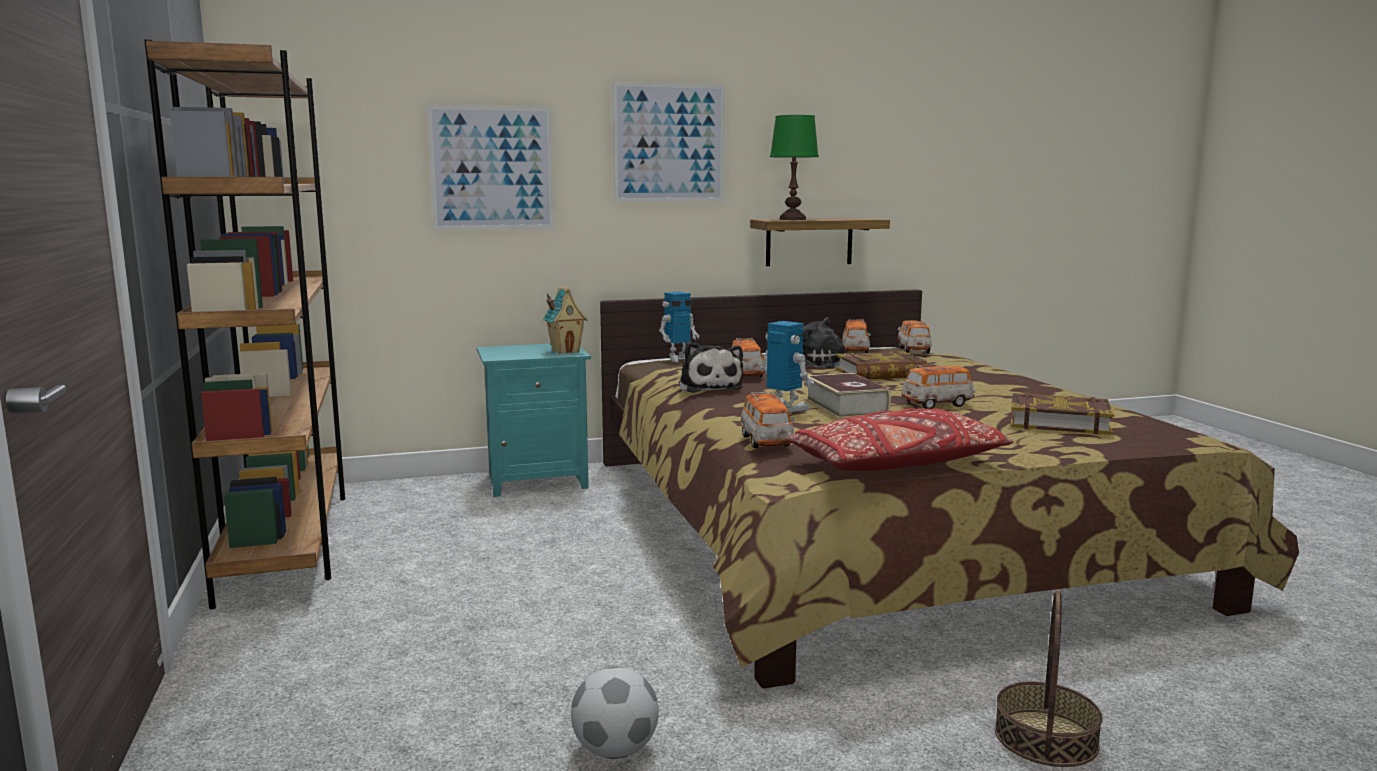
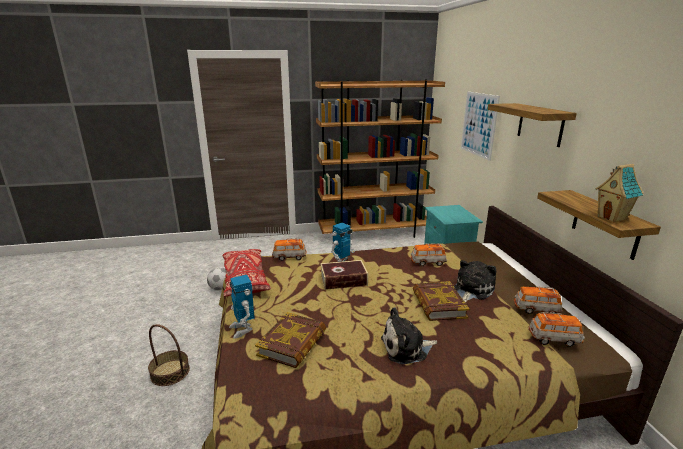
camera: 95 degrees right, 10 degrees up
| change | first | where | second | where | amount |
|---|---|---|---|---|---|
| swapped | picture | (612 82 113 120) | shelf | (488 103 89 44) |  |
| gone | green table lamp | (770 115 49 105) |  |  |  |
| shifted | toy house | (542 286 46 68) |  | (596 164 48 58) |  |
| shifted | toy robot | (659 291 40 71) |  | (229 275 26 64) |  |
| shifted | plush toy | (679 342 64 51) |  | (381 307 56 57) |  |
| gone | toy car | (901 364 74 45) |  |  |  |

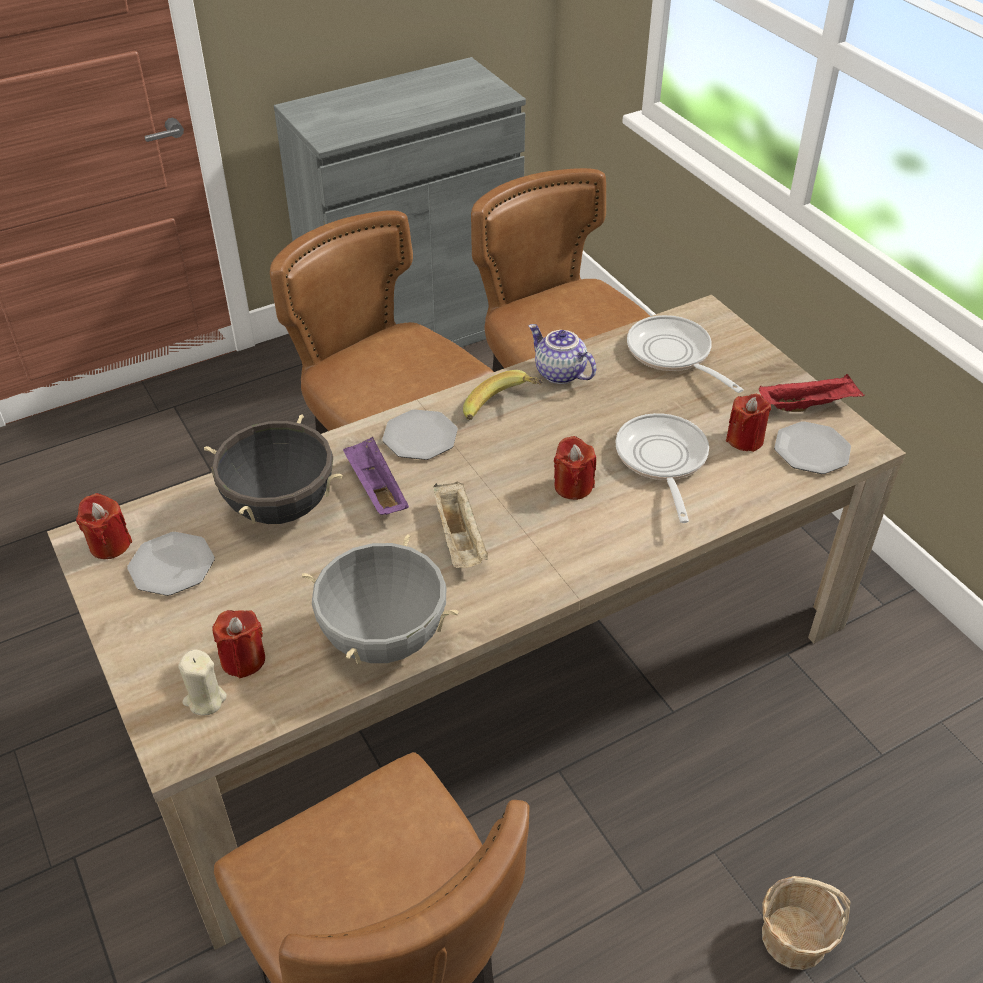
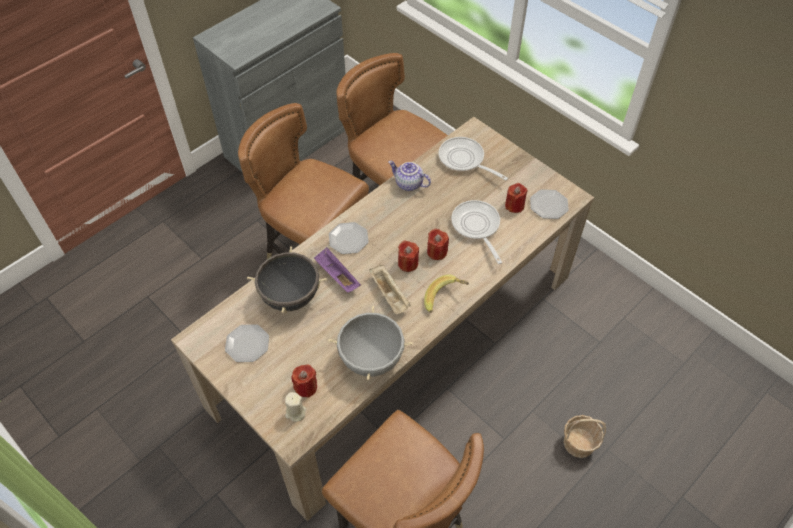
camera: 15 degrees left, 10 degrees up
| change | first | where | second | where | amount |
|---|---|---|---|---|---|
| shifted | banana | (463 370 80 50) |  | (424 274 45 39) |  |
| gone | red tray | (759 374 106 38) |  |  |  |
| shifted | red candle | (76 493 56 66) |  | (398 241 21 31) |  |

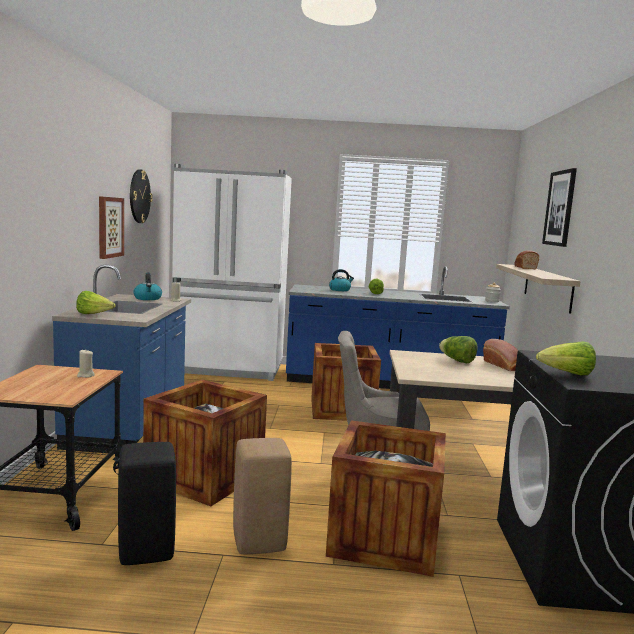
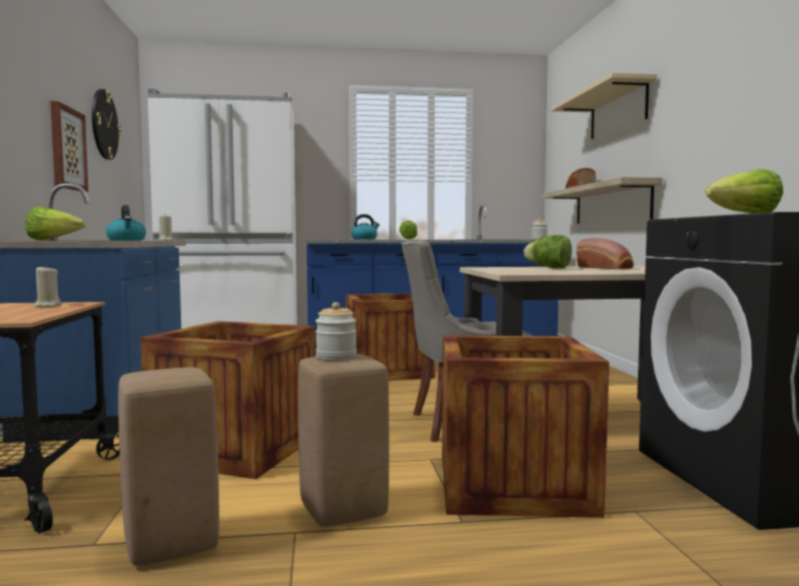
camera: 10 degrees left, 5 degrees down
| change | first | where | second | where | amount |
|---|---|---|---|---|---|
| swapped | picture | (542 168 35 79) | beige shelf | (551 73 106 66) |  |
| repainted | black stool | (118 442 58 123) | beige stool | (118 367 101 199) |  |
| new |  |  | jar | (316 302 41 58) |  |

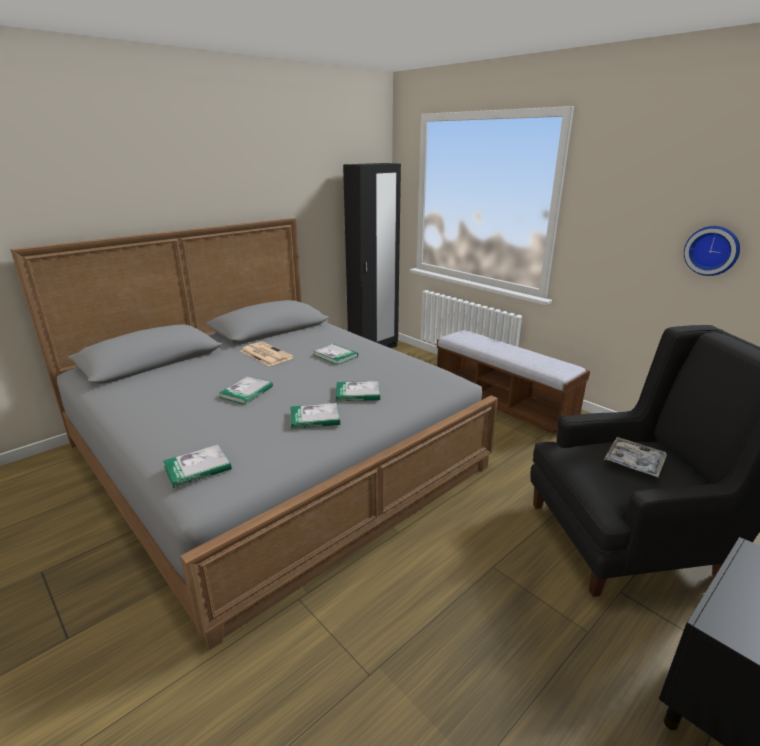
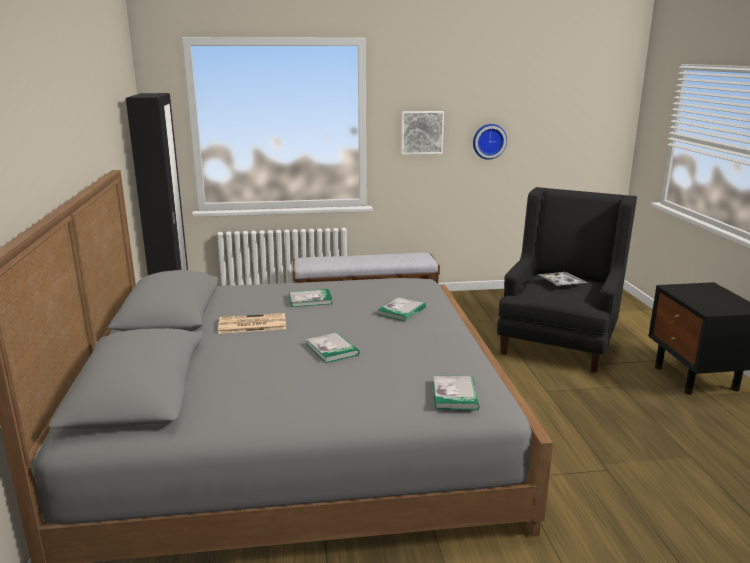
camera: 55 degrees left, 5 degrees down
| change | first | where | second | where | amount |
|---|---|---|---|---|---|
| gone | book | (291 403 49 26) |  |  |  |
| new |  |  | picture | (401 111 43 44) |  |

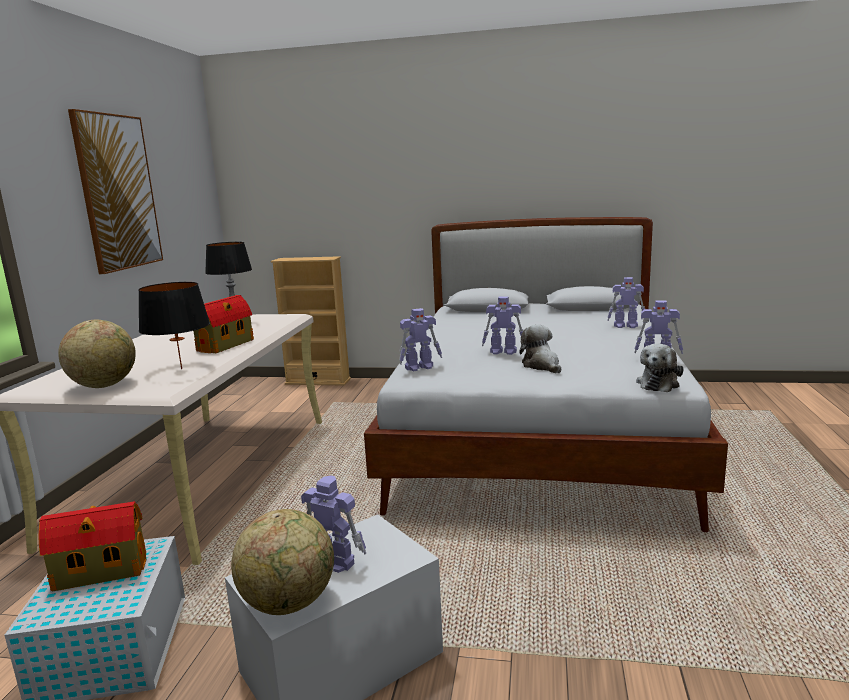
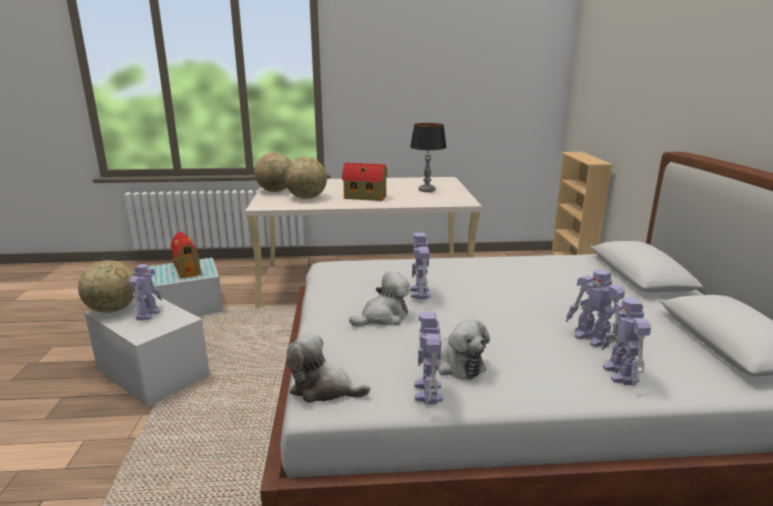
camera: 75 degrees right, 5 degrees up
| change | first | where | second | where | amount |
|---|---|---|---|---|---|
| gone | picture | (68 109 95 165) |  |  |  |
| swapped | black table lamp | (138 282 72 87) | globe | (285 157 42 42) |  |
| shifted | toy robot | (399 308 43 63) |  | (566 269 59 78) |  |
| new |  |  | plush toy | (438 320 52 60) |  |

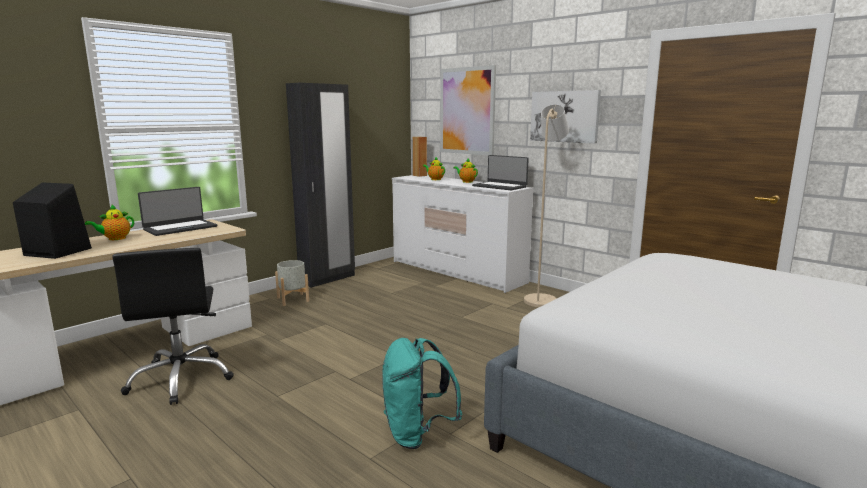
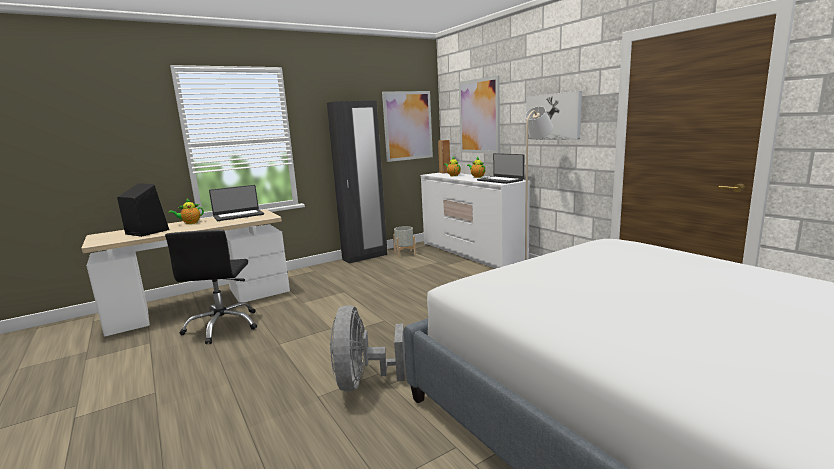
camera: 15 degrees right, 0 degrees up
| change | first | where | second | where | amount |
|---|---|---|---|---|---|
| shifted | grey planter | (275 260 34 46) |  | (393 226 23 32) |  |
| swapped | turquoise backpack | (382 338 80 111) | grey fan | (330 305 75 86) |  |
| new |  |  | picture | (382 91 51 71) |  |

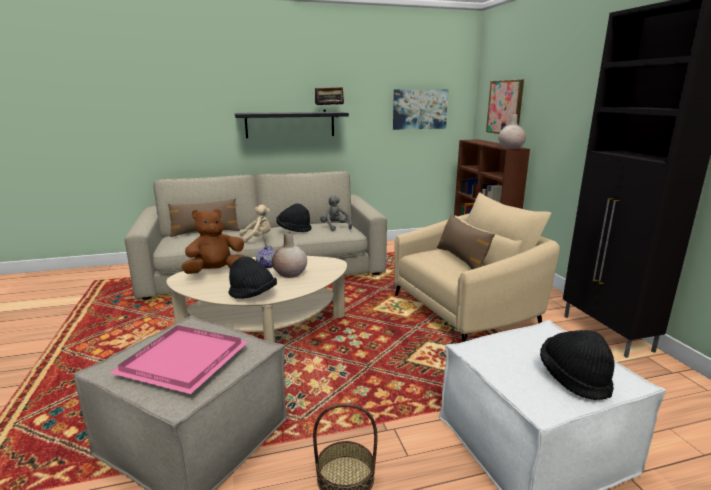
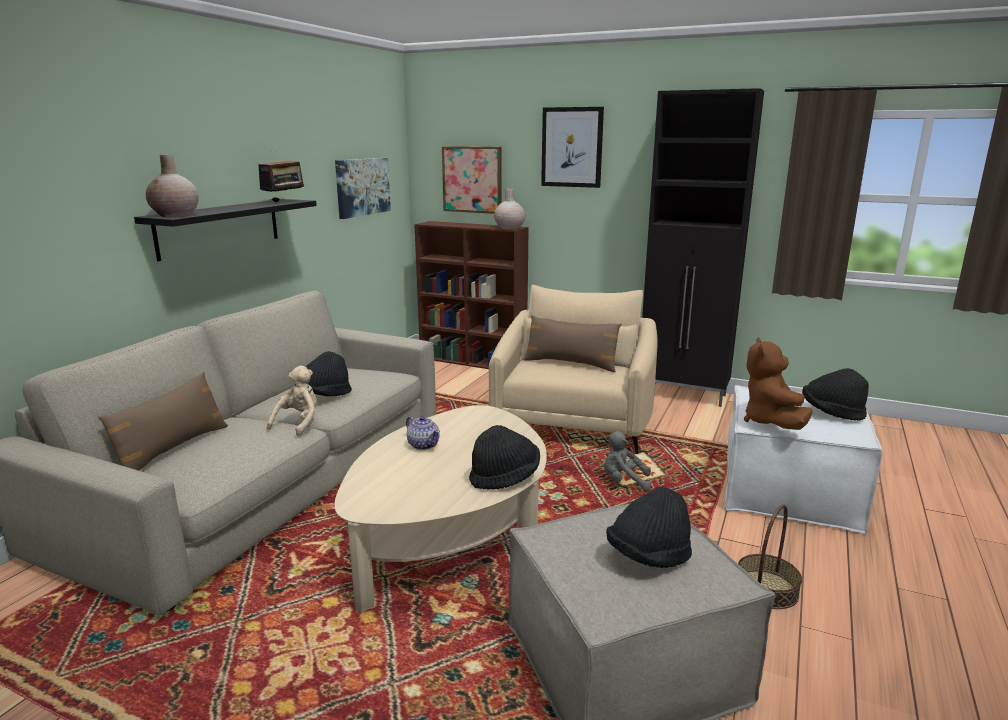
camera: 50 degrees left, 0 degrees up
| change | first | where | second | where | amount |
|---|---|---|---|---|---|
| shifted | grey plush toy | (320 195 32 36) |  | (604 431 47 60) |  |
| shifted | brown plush toy | (181 209 65 65) |  | (744 337 68 93) |  |
| shifted | beige vase | (272 232 35 46) |  | (146 154 53 63) |  |
| swapped | pink tray | (110 325 138 69) | black hat | (606 487 86 81) |  |
| new |  |  | picture | (541 107 63 81) |  |

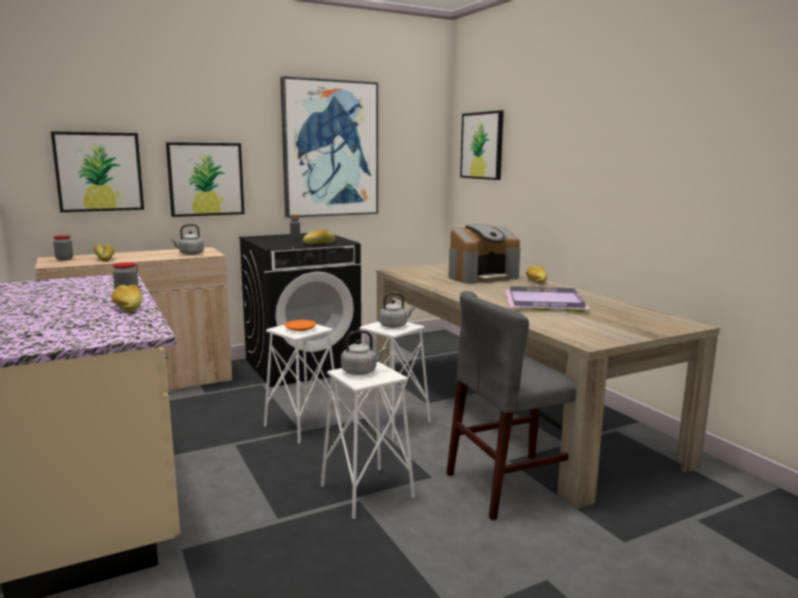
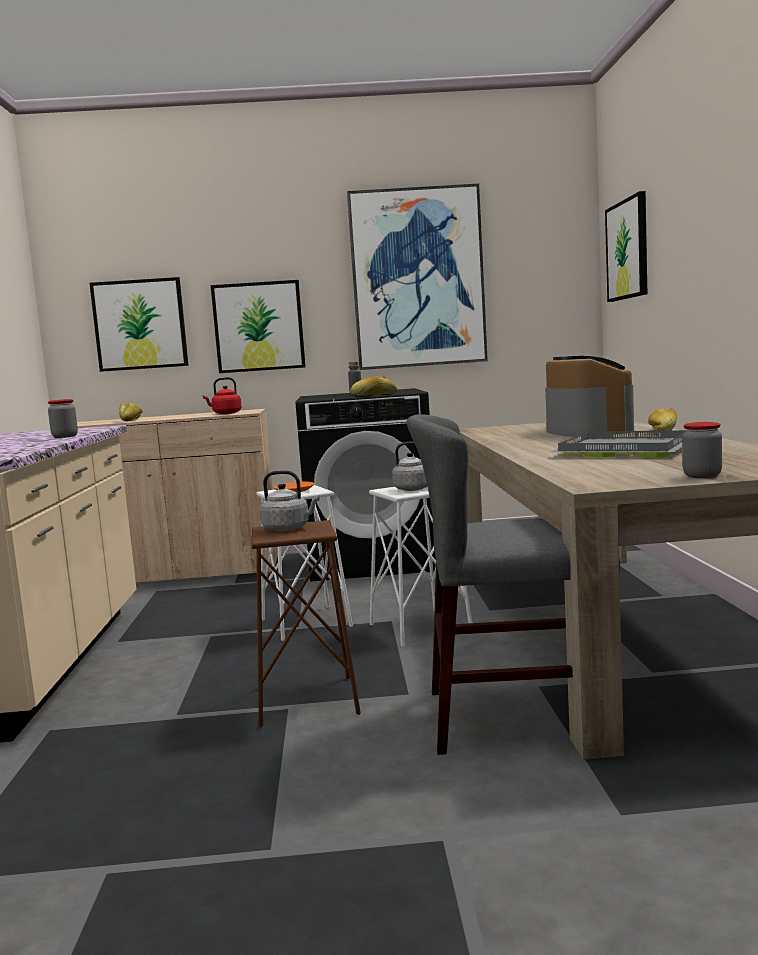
camera: 25 degrees right, 5 degrees down
| change | first | where | second | where | amount |
|---|---|---|---|---|---|
| repainted | grey kettle | (171 224 33 31) | red kettle | (203 377 39 37) |  |
| rotated | coffee machine | (448 225 72 59) |  | (545 356 89 80) | 90 degrees counterclockwise |
| shifted | jar | (53 235 20 26) |  | (682 422 40 56) |  |
| gone | bread | (111 285 31 27) |  |  |  |
| repainted | purple tray | (506 286 85 26) | grey tray | (551 430 136 27) |  |
| repainted | white stool | (321 362 94 157) | brown stool | (251 520 110 207) |  |

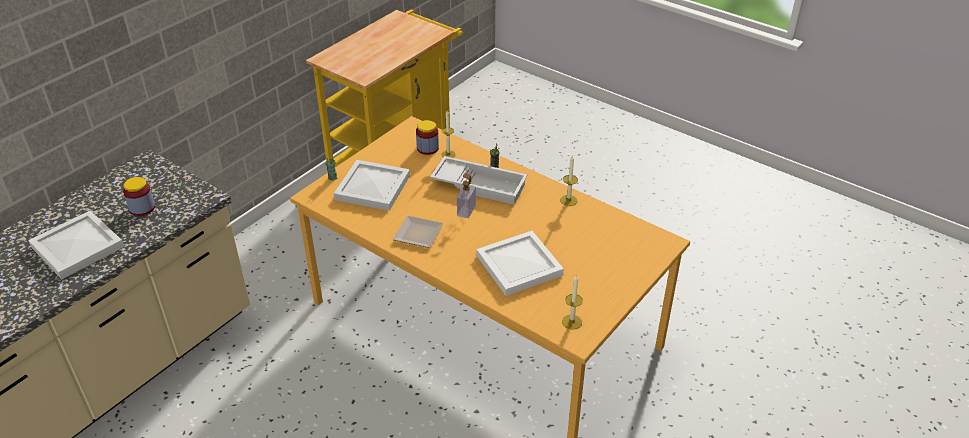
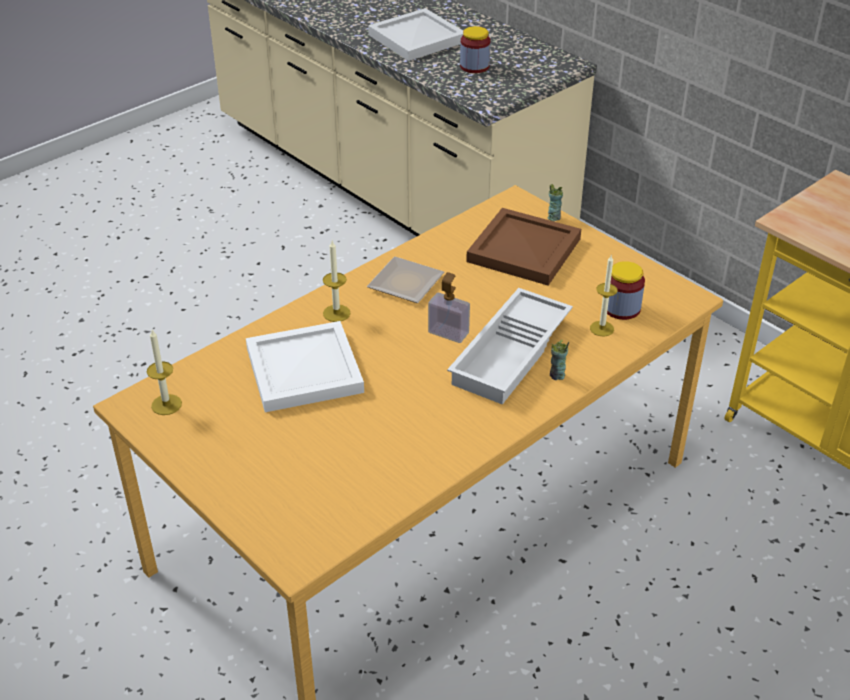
camera: 100 degrees right, 0 degrees up
| change | first | where | second | where | amount |
|---|---|---|---|---|---|
| shifted | candle | (560 155 18 51) |  | (323 241 28 81) |  |
| repainted | white tray | (334 160 76 51) | brown tray | (466 208 115 77) |  |

